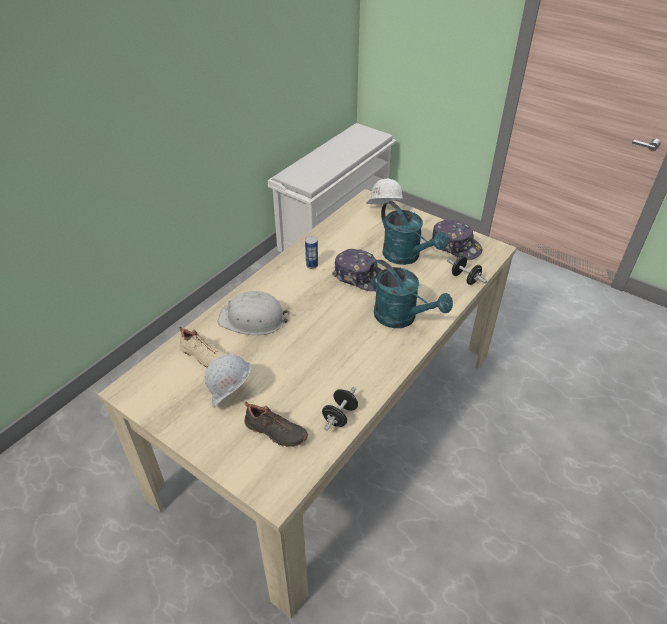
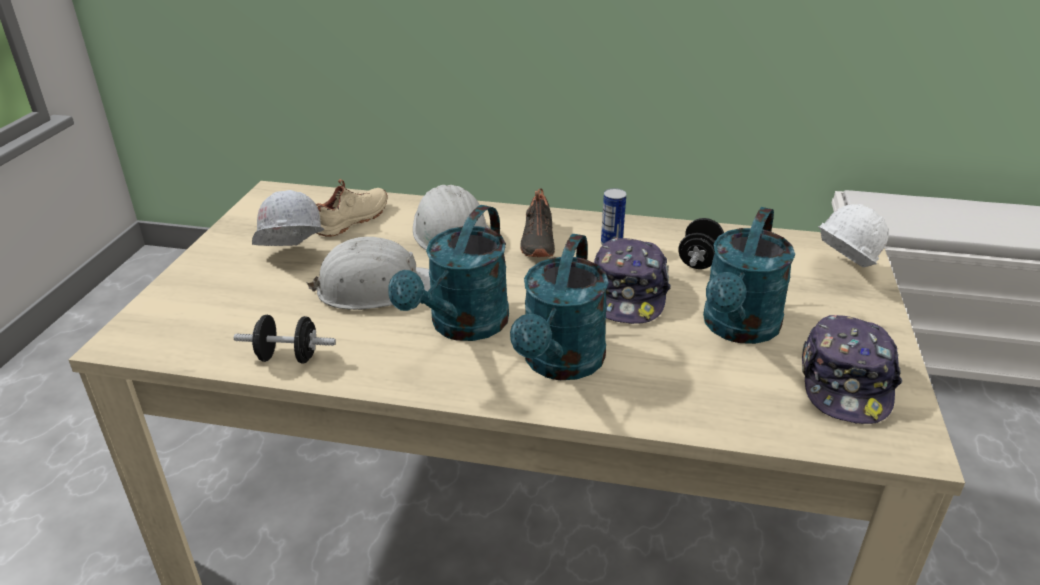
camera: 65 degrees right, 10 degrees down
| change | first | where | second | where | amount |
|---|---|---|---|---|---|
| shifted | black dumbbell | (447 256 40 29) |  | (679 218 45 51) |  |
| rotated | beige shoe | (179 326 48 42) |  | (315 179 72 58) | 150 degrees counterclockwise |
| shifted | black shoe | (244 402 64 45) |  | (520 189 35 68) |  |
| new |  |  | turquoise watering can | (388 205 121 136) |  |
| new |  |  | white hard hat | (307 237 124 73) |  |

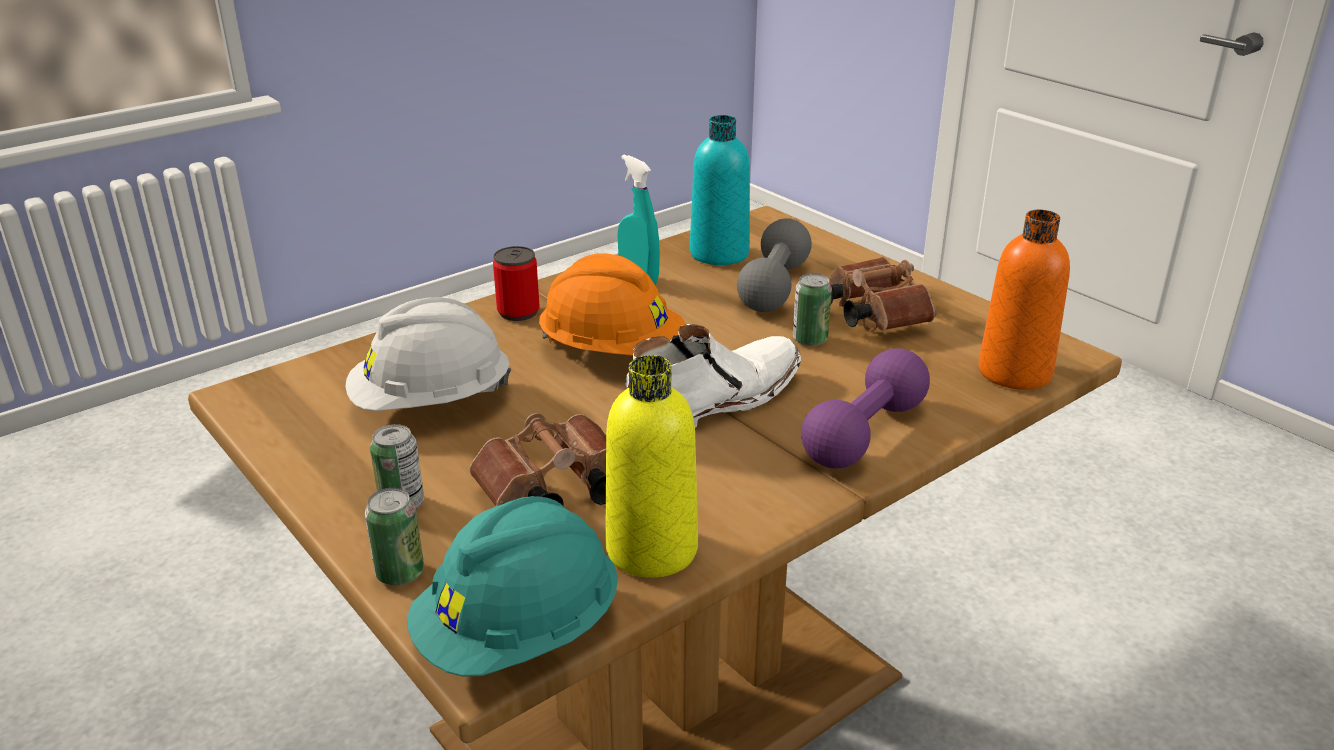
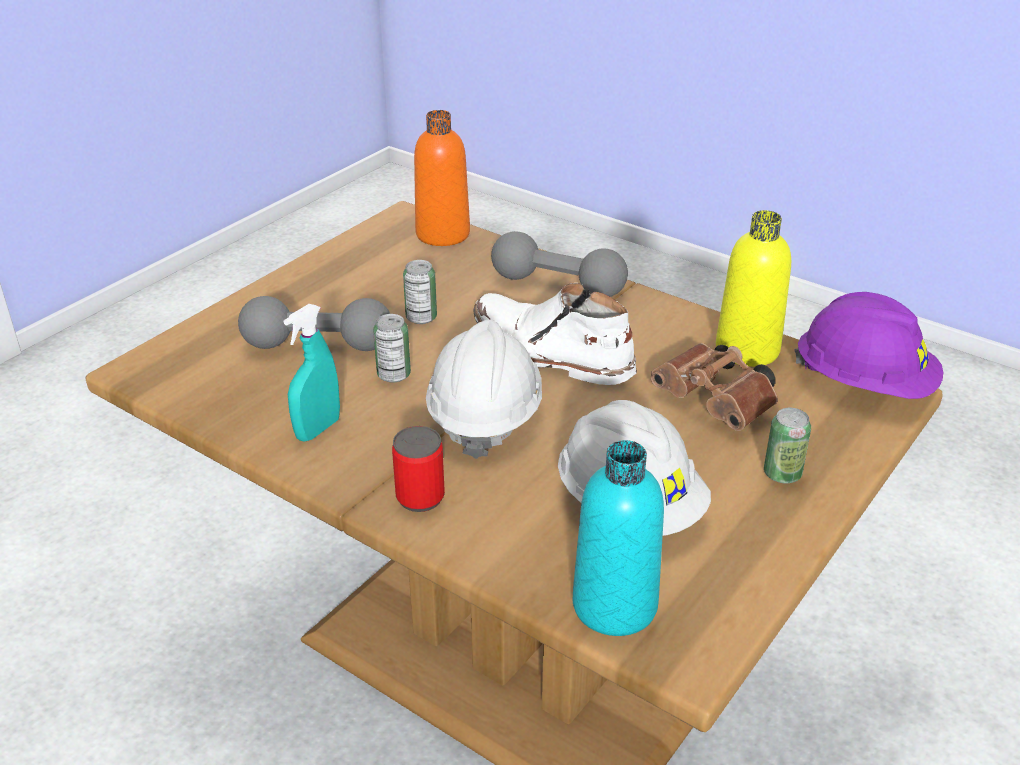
camera: 105 degrees left, 5 degrees up
| change | first | where | second | where | amount |
|---|---|---|---|---|---|
| shifted | turquoise bottle | (690 115 60 150) |  | (573 440 91 196) |  |
| repainted | orange hard hat | (539 253 147 103) | white hard hat | (426 319 116 140) |  |
| gone | brown binoculars | (829 257 107 75) |  |  |  |
| repainted | purple dumbbell | (801 348 129 121) | grey dumbbell | (491 231 137 66) |  |
| shifted | can | (365 488 59 97) |  | (373 314 38 69) |  |
| repainted | turquoise hard hat | (407 496 211 181) | purple hard hat | (794 292 150 107) |  |

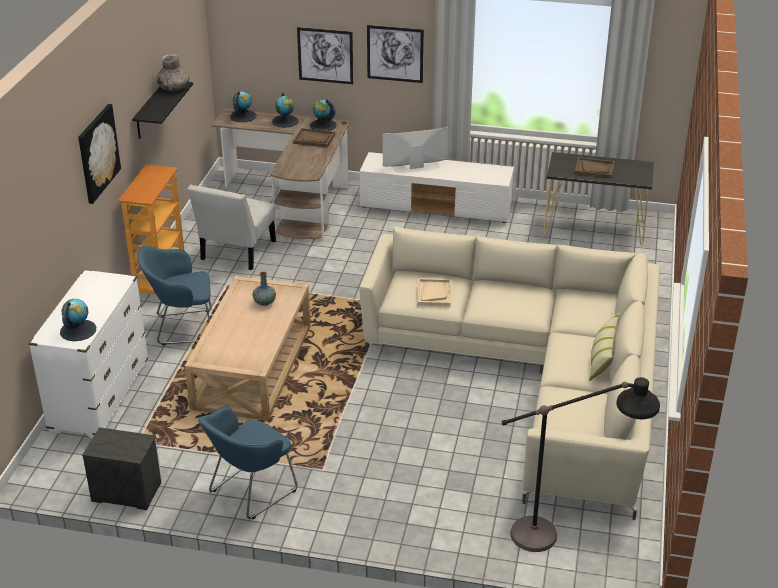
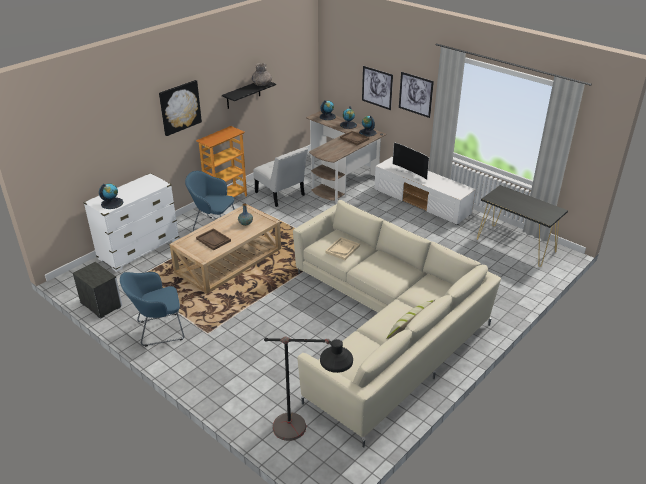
camera: 30 degrees right, 0 degrees up
| change | first | where | second | where | amount |
|---|---|---|---|---|---|
| rotated | television | (383 127 66 46) |  | (393 142 36 39) | 150 degrees counterclockwise |
| shifted | brown tray | (575 157 40 21) |  | (196 228 35 22) |  |
| rotated | white chair | (188 185 88 85) |  | (253 147 55 60) | 90 degrees counterclockwise |

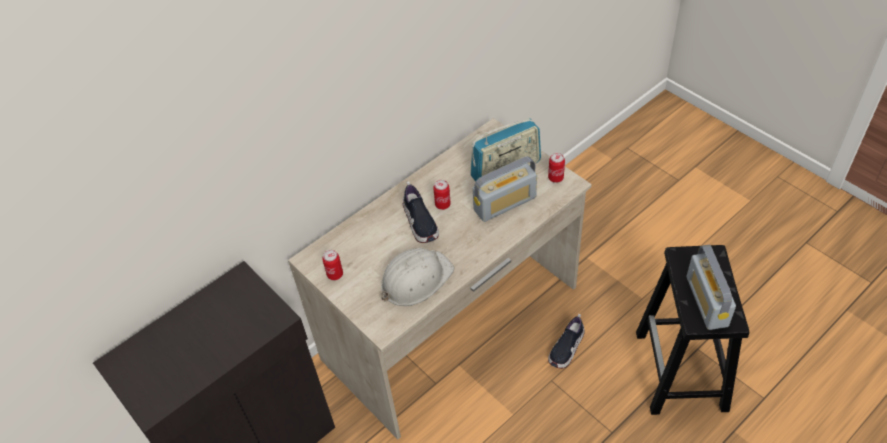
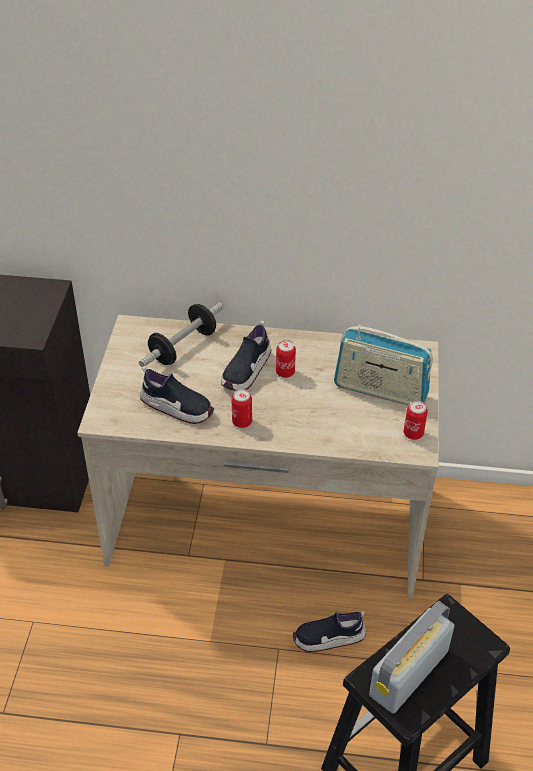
camera: 45 degrees right, 5 degrees down
| change | first | where | second | where | amount |
|---|---|---|---|---|---|
| gone | radio | (473 156 64 66) |  |  |  |
| swapped | white hard hat | (381 248 73 58) | shoe | (140 366 74 58) |  |
| shifted | can | (322 250 21 30) |  | (231 389 21 39) |  |
| new |  |  | dumbbell | (139 303 85 65) |  |

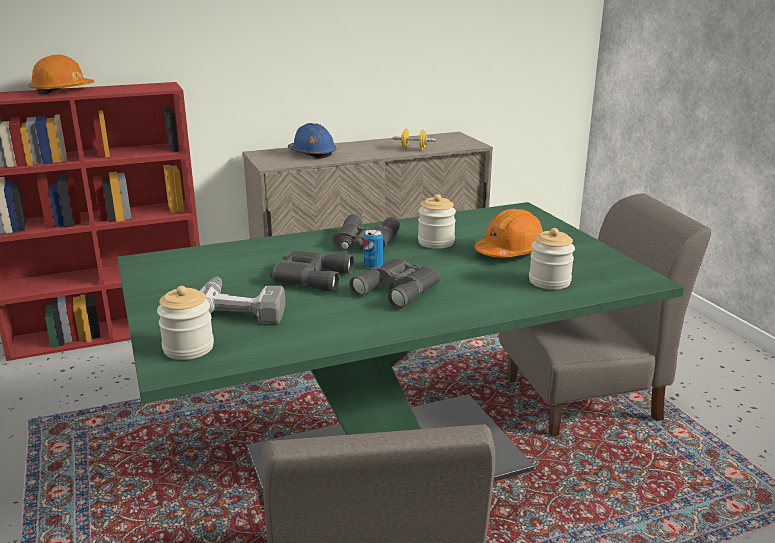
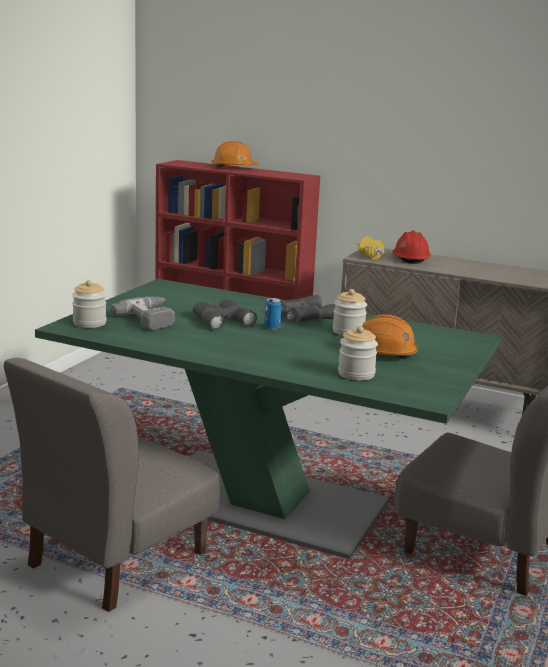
camera: 45 degrees right, 5 degrees down
| change | first | where | second | where | amount |
|---|---|---|---|---|---|
| repainted | blue hard hat | (288 123 49 35) | red hard hat | (393 231 38 33) |  |
| shifted | yellow dumbbell | (392 128 44 22) |  | (358 237 27 22) |  |
| gone | grey binoculars | (349 258 91 51) |  |  |  |

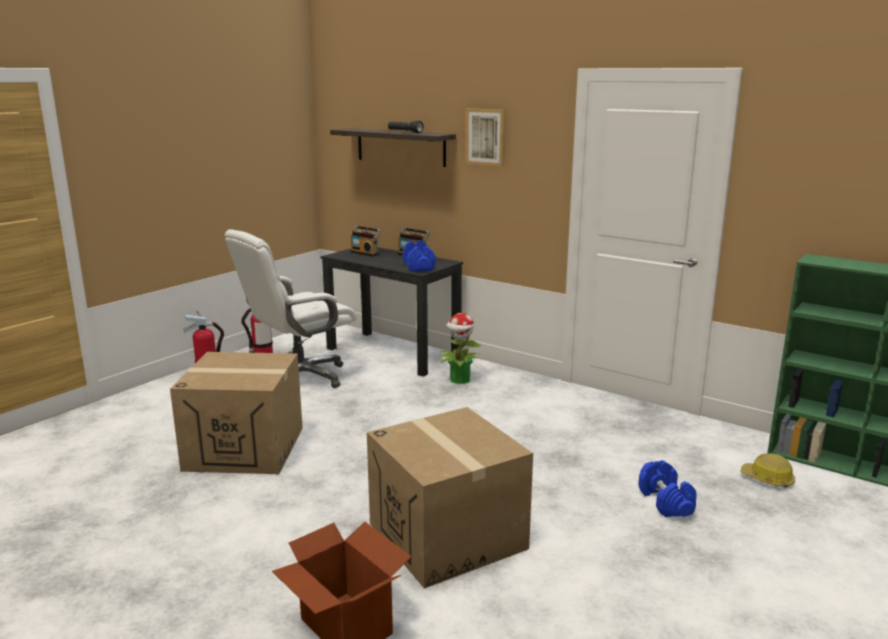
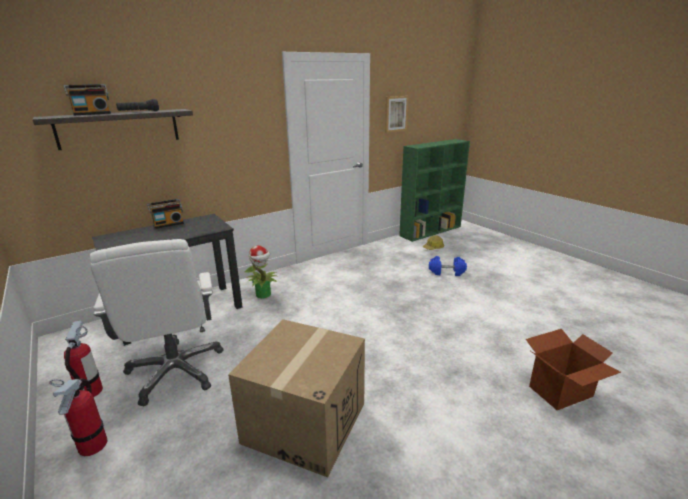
camera: 70 degrees left, 5 degrees up
| change | first | where | second | where | amount |
|---|---|---|---|---|---|
| shifted | picture | (465 108 41 59) |  | (385 96 24 37) |  |
| shifted | radio | (351 226 30 31) |  | (64 84 47 31) |  |
| gone | blue dumbbell | (402 240 34 32) |  |  |  |
| gone | cardboard box | (367 407 166 182) |  |  |  |

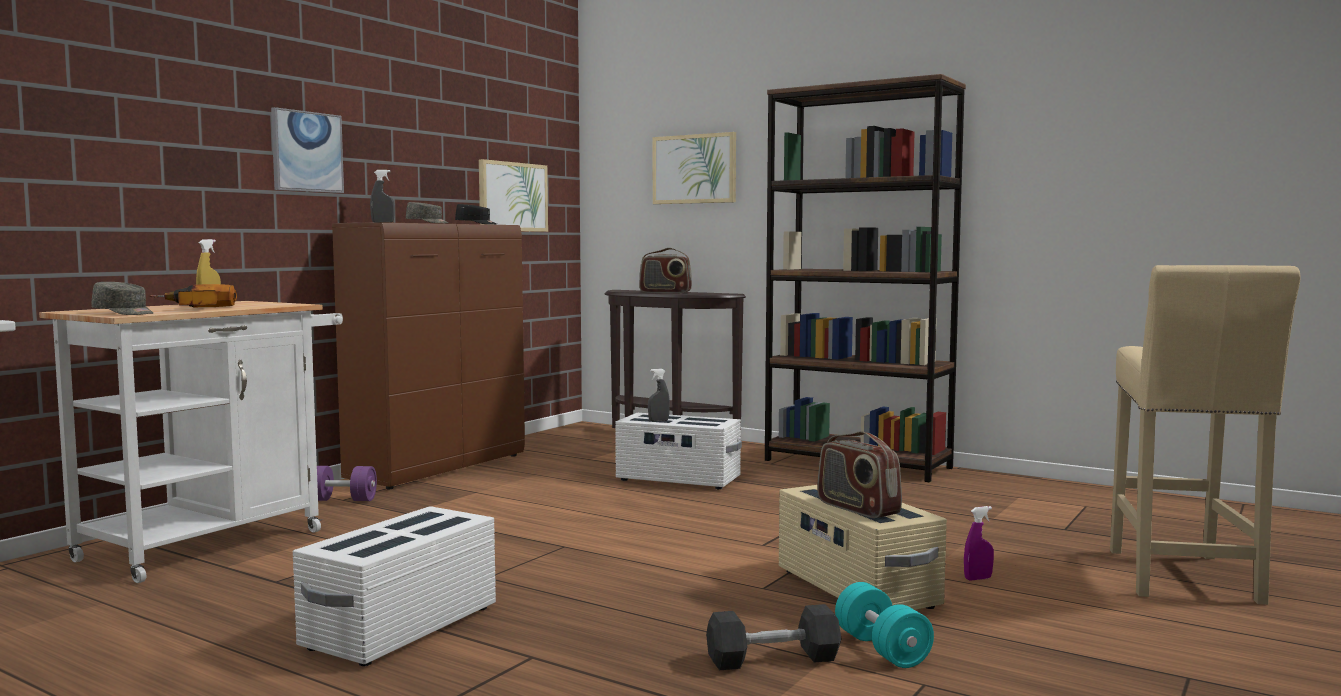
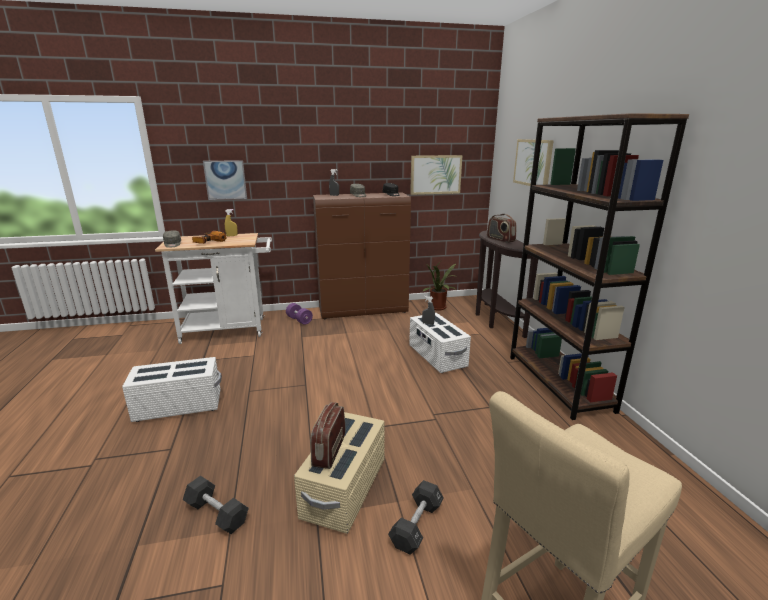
camera: 45 degrees right, 15 degrees up
| change | first | where | second | where | amount |
|---|---|---|---|---|---|
| shifted | picture | (271 107 73 86) |  | (203 160 44 40) |  |
| swapped | purple spray bottle | (964 506 30 75) | black dumbbell | (388 480 56 75) |  |
| gone | turquoise dumbbell | (835 582 99 86) |  |  |  |
| new |  |  | potted plant | (423 261 33 50) |  |

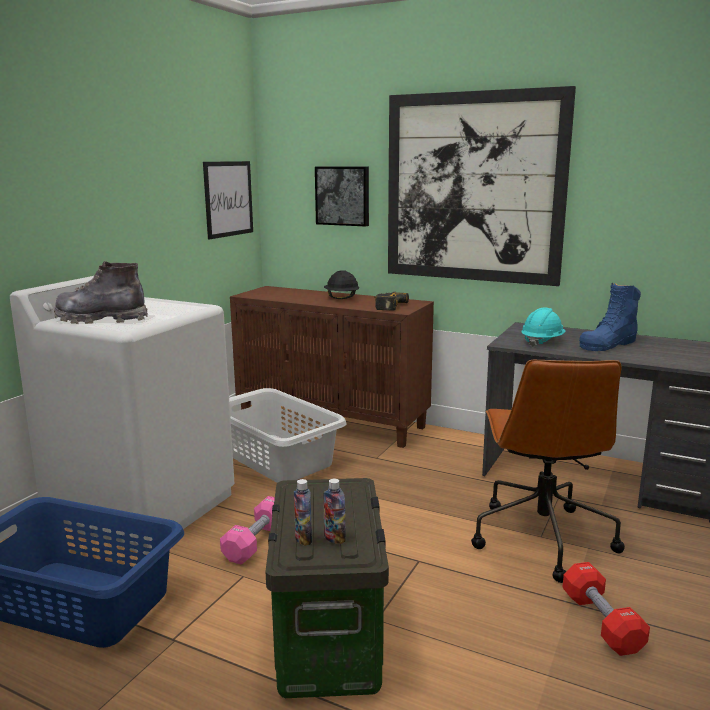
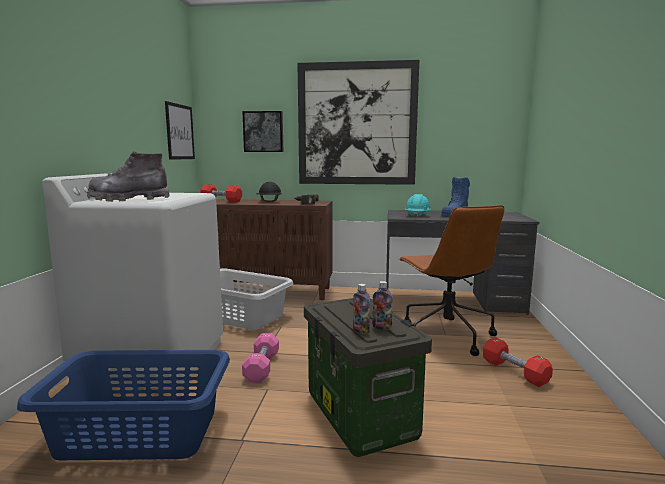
camera: 20 degrees left, 5 degrees down
| change | first | where | second | where | amount |
|---|---|---|---|---|---|
| new |  |  | red dumbbell | (200 184 42 18) |  |

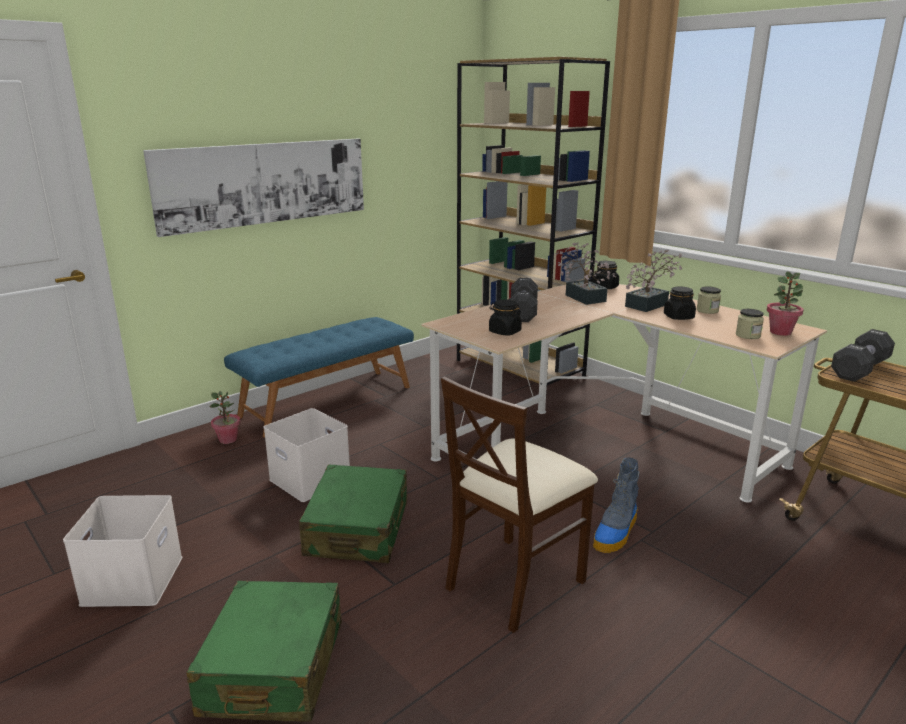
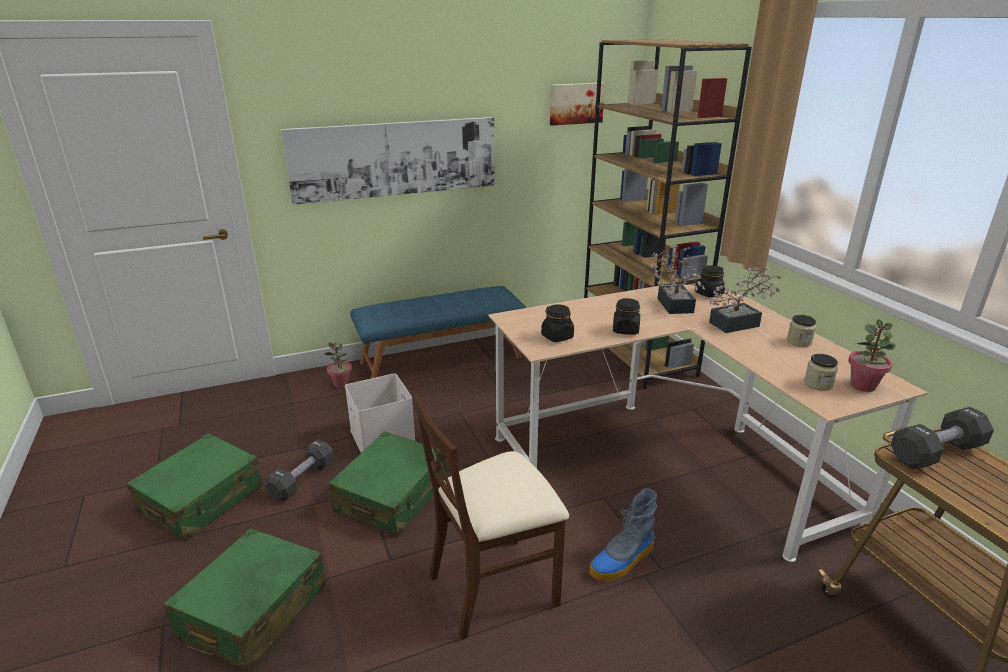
camera: 20 degrees right, 5 degrees up
| change | first | where | second | where | amount |
|---|---|---|---|---|---|
| shifted | black dumbbell | (509 278 29 44) |  | (265 439 69 62) |  |
| shifted | black jar | (664 286 32 34) |  | (613 298 27 37) |  |
| swapped | white storage box | (63 495 120 112) | green suitcase | (127 433 137 108) |  |
| new |  |  | picture | (550 83 55 43) |  |

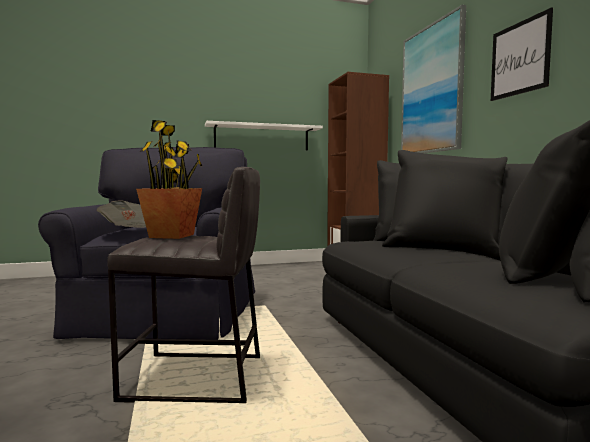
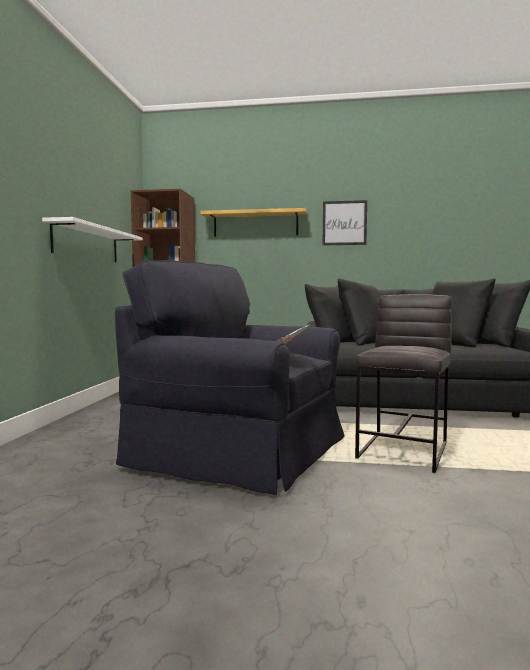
camera: 65 degrees left, 0 degrees up
| change | first | where | second | where | amount |
|---|---|---|---|---|---|
| swapped | picture | (401 5 65 148) | shelf | (200 208 107 29) |  |
| gone | potted plant | (136 120 66 119) |  |  |  |

